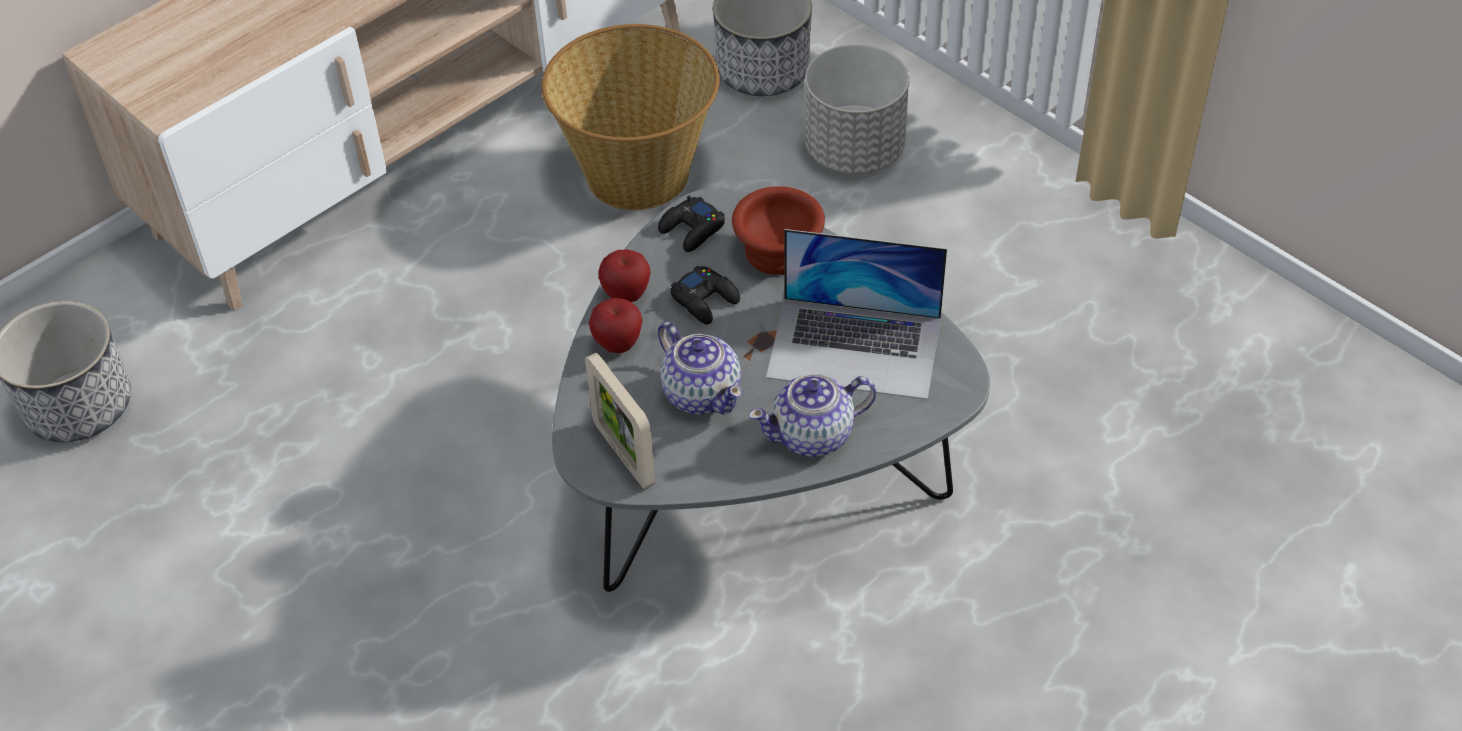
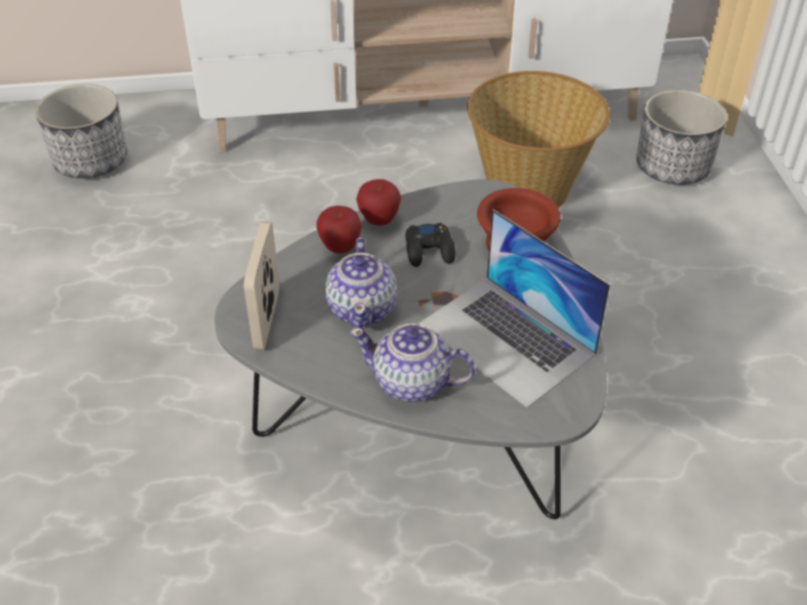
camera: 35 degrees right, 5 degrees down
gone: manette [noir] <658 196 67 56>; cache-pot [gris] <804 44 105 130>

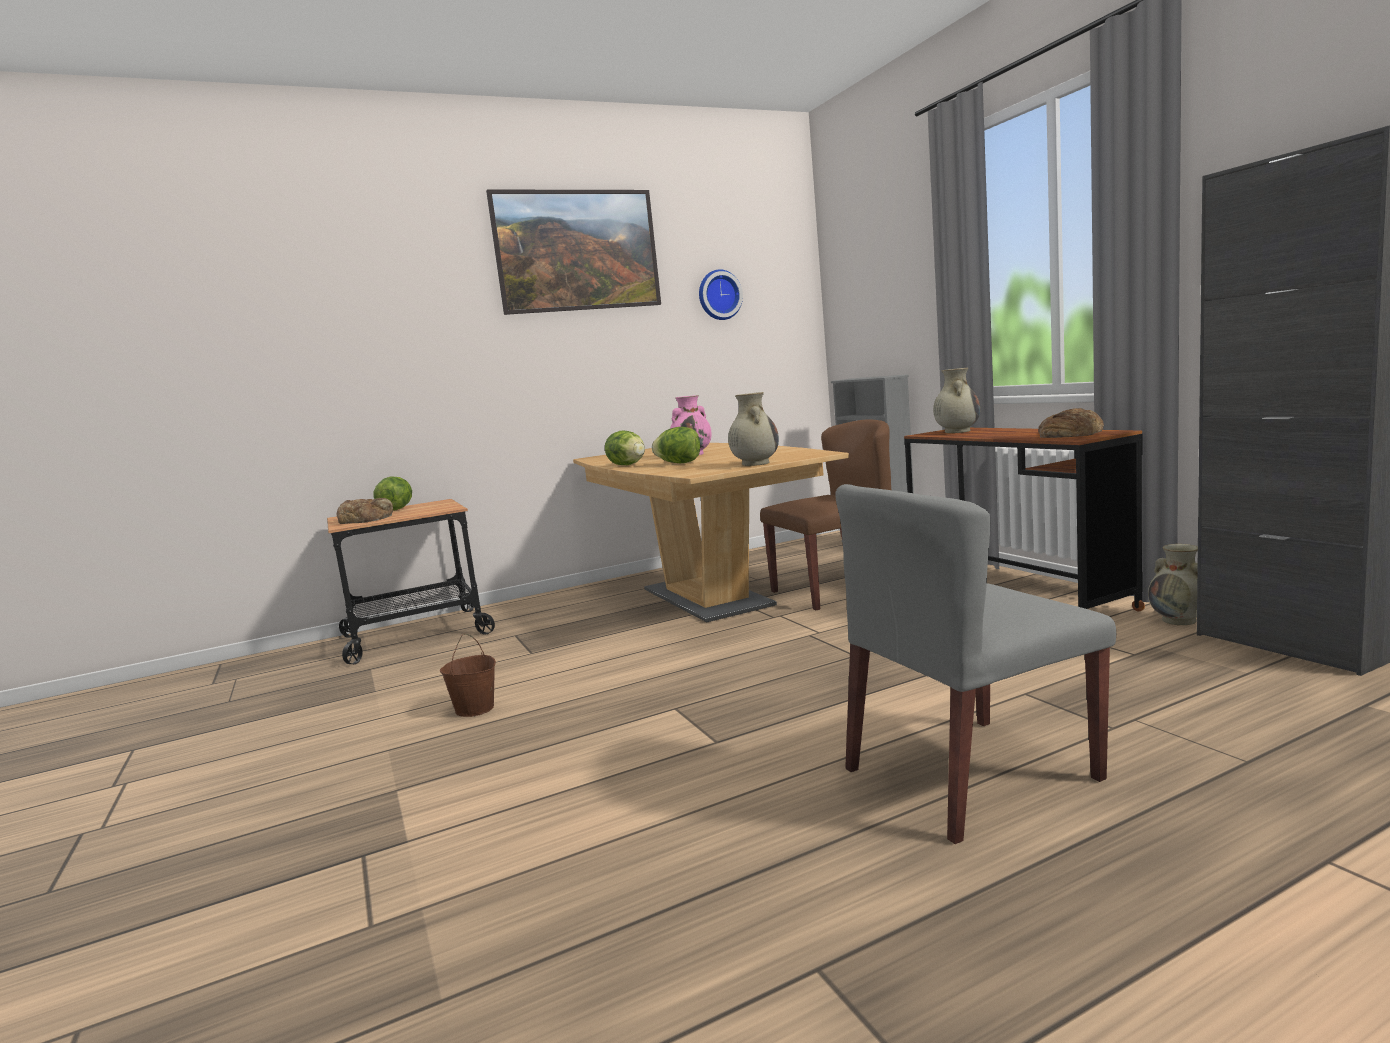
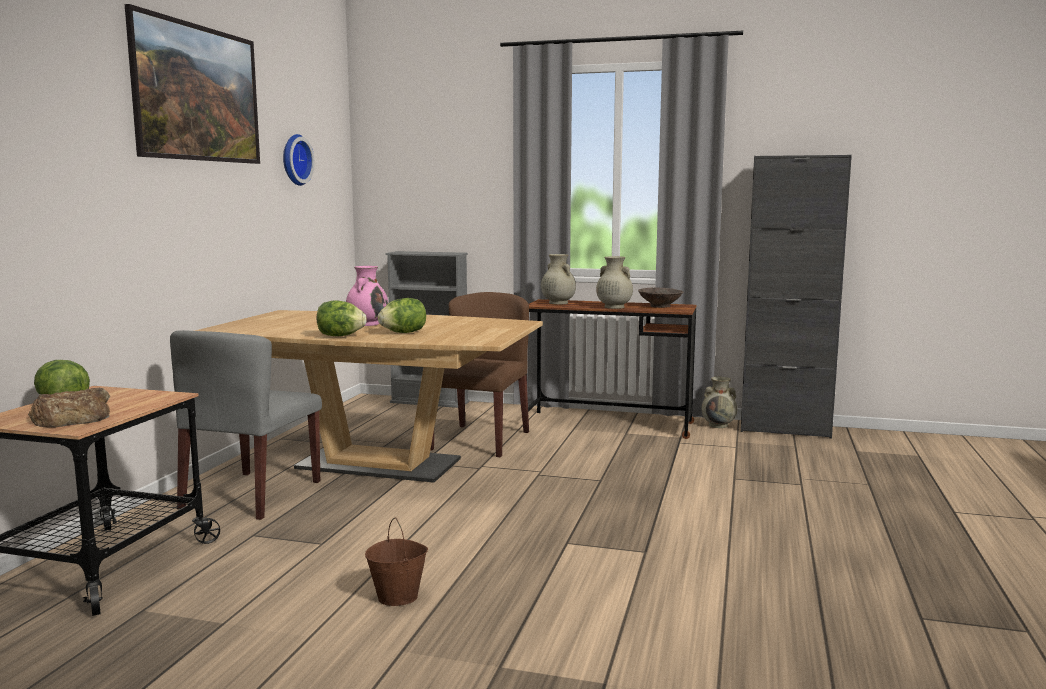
camera: 50 degrees left, 0 degrees up
shifted: vase [beige] <728 392 51 74> to <596 256 37 53>; chaise [gris] <835 484 281 360> to <170 330 152 190>
swapped: pain <1038 408 66 30> to bol [marron] <638 288 46 20>

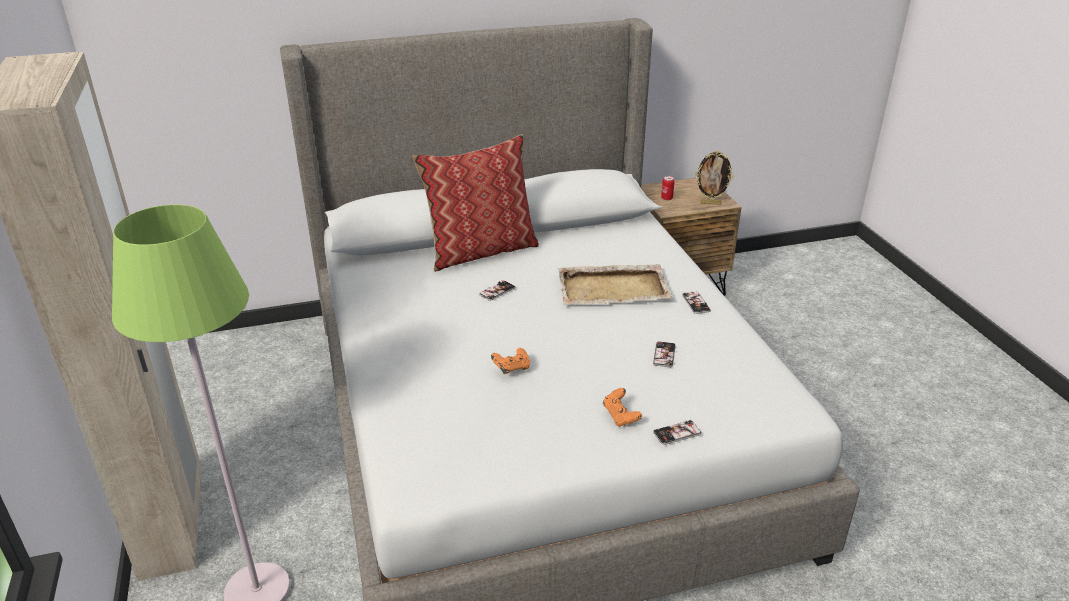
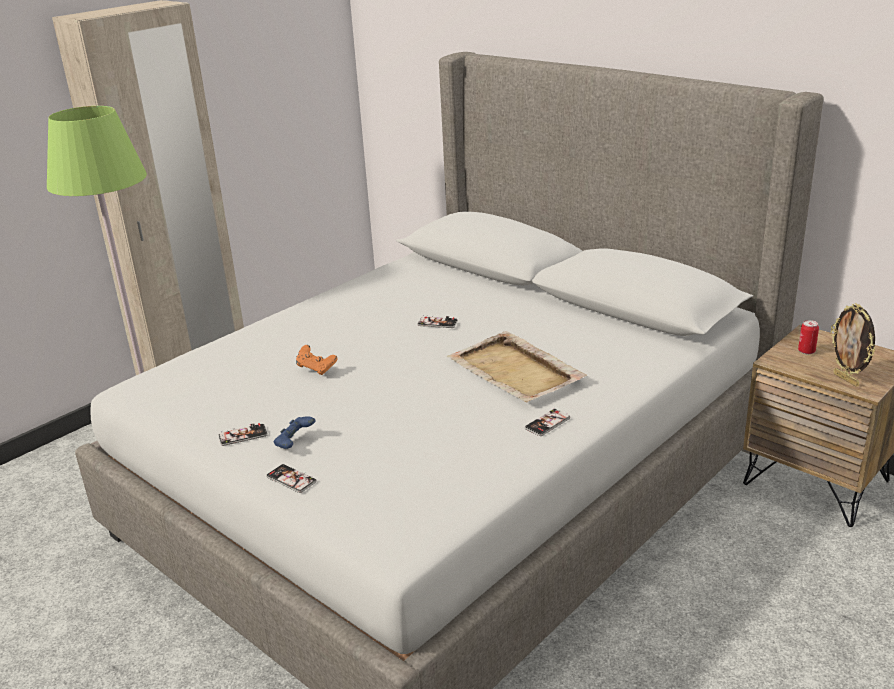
camera: 60 degrees right, 5 degrees down
gone: coussin <412 134 127 138>
shifted: téléphone <653 341 23 26> to <218 423 50 23>
repainted: manette [orange] <603 388 39 39> to manette [bleu] <273 416 43 33>

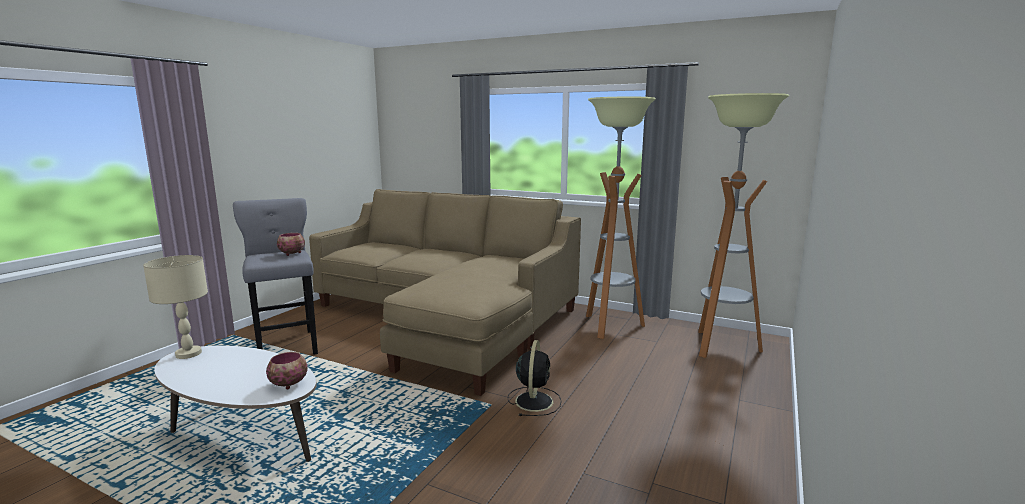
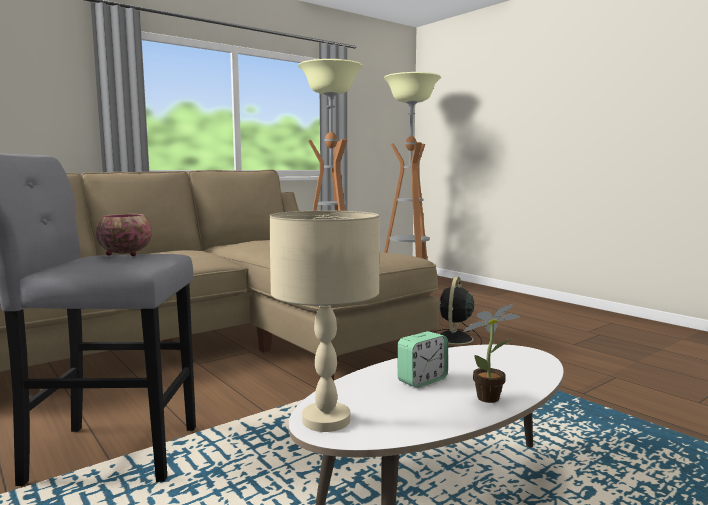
camera: 65 degrees left, 5 degrees down
gone: bol <266 352 42 38>
new: réveil <397 331 51 57>; plante en pot <463 304 57 99>
rotated: ventilateur [noir] <507 340 54 76> = <433 277 49 70> 105 degrees counterclockwise

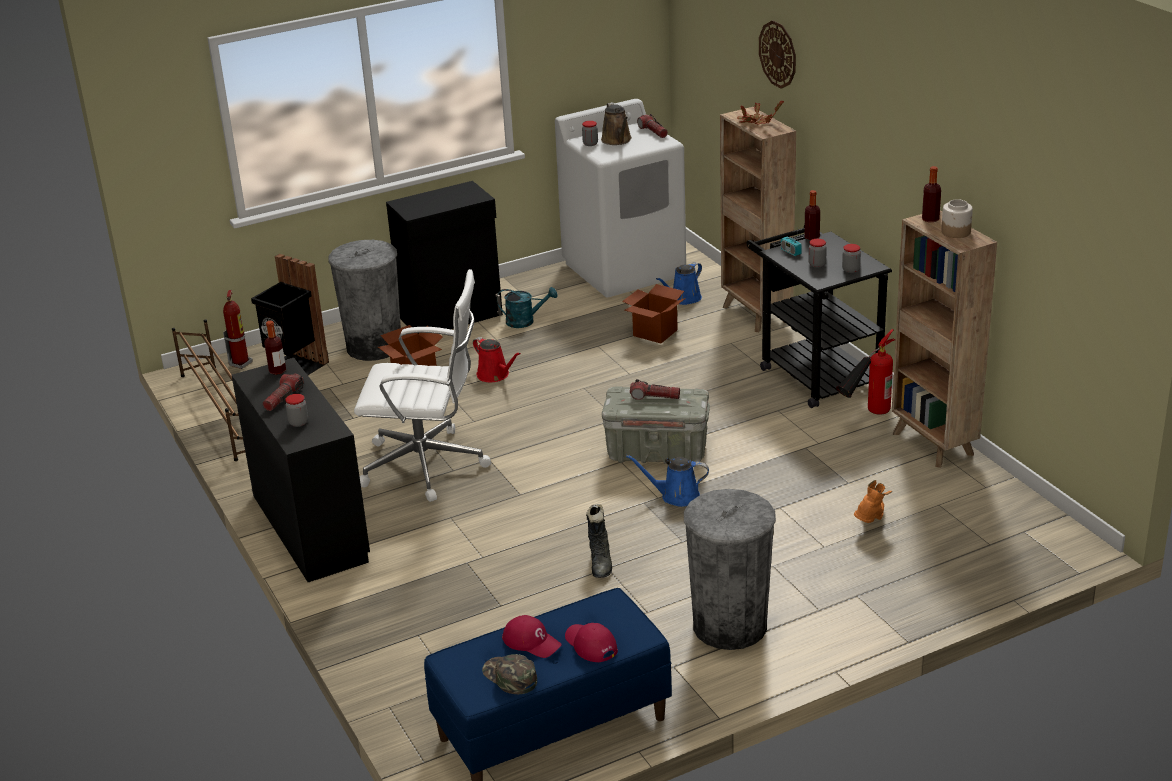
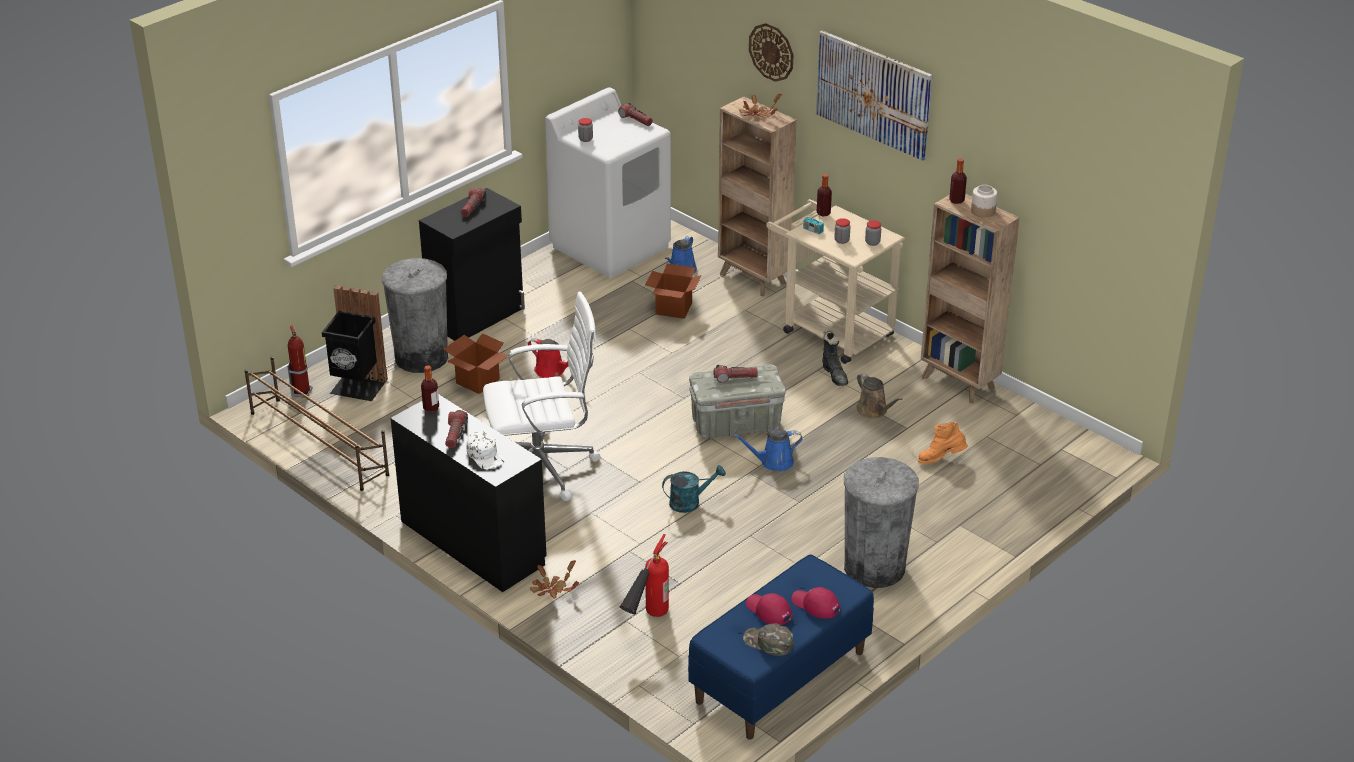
camera: 20 degrees left, 5 degrees up
new: lampe de poche <461 188 25 29>; plante en pot <530 560 49 39>; tableau <816 30 117 131>
shifted: arrosoir [turquoise] <497 287 61 41> to <662 465 64 48>; botte [noir] <586 504 26 74> to <822 331 26 55>; arrosoir [marron] <601 102 31 43> to <856 373 46 45>; extincteur <836 329 59 86> to <619 534 50 83>
swapped: bocal <285 394 23 33> to casquette [blanc] <466 431 38 38>
repainted: chariot [noir] <746 225 146 183> to chariot [beige] <766 199 139 165>
rotated: casquette [rouge] <502 615 60 43> = <746 593 47 32> 150 degrees counterclockwise; botte [orange] <854 480 38 43> = <918 422 50 42> 105 degrees counterclockwise

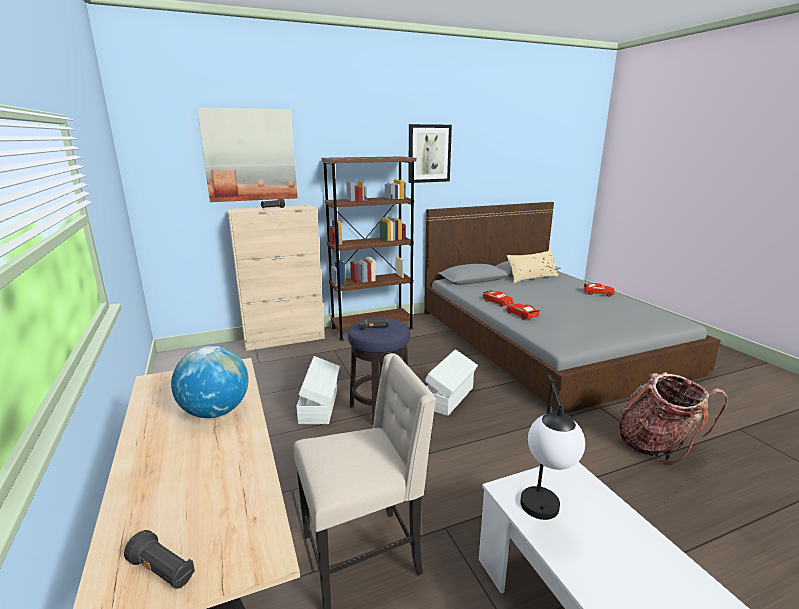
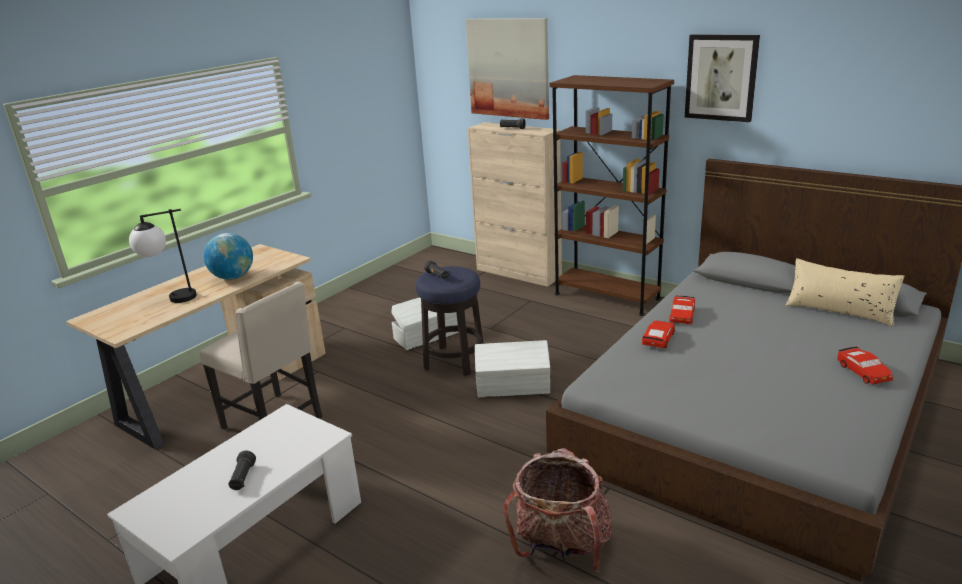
camera: 60 degrees right, 5 degrees up
shifted: lampe de poche [noir] <124 530 71 59> to <229 451 27 39>; lampe de table <520 374 65 146> to <129 209 68 94>

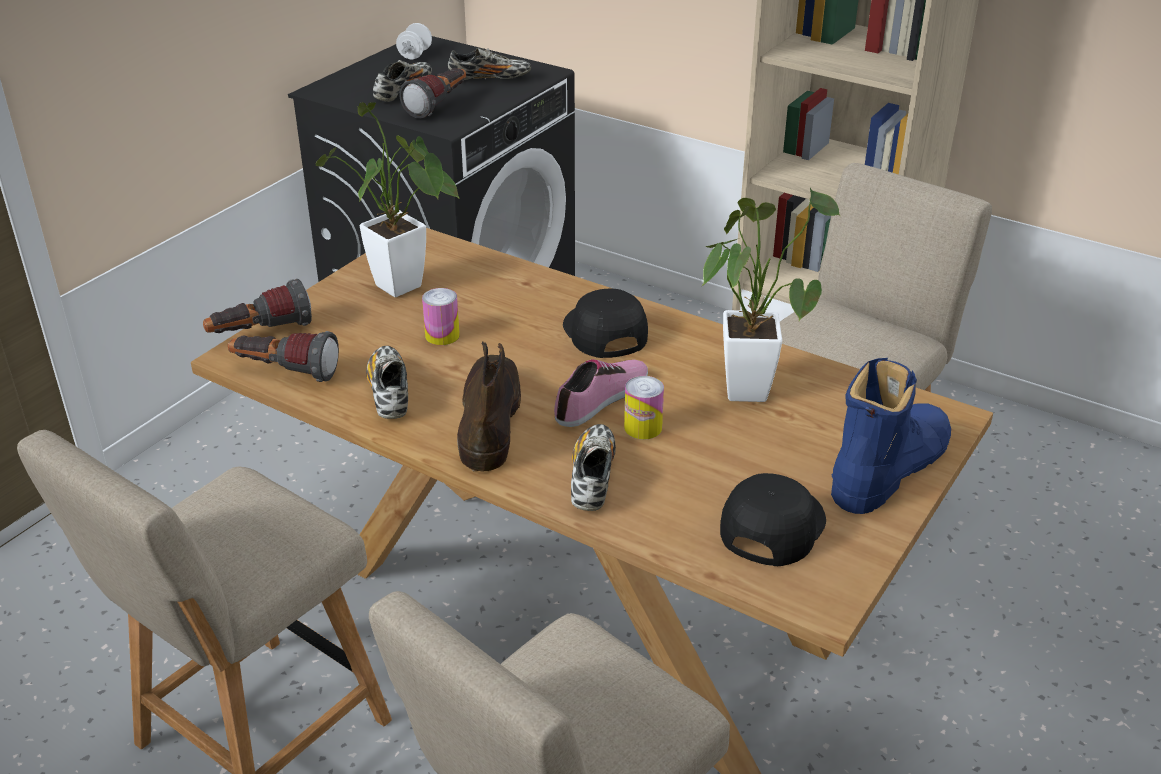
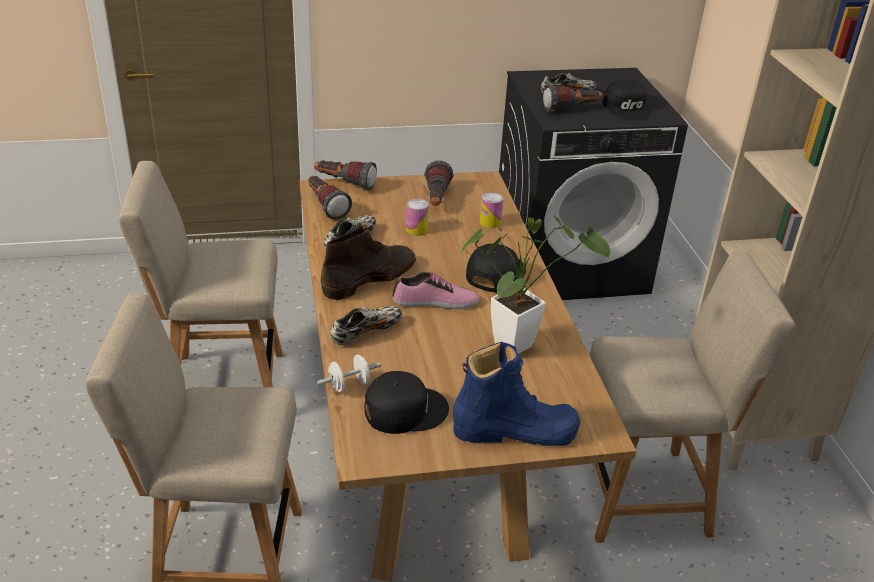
camera: 45 degrees right, 0 degrees up
shifted: haltère [blanc] <396 23 36 36> to <317 355 64 37>; boîte métallique <624 376 40 64> to <480 192 24 36>
swapped: plante en pot <315 102 145 195> to lampe de poche <424 161 30 45>; chaussure <448 48 83 32> to casquette [noir] <602 79 49 41>

